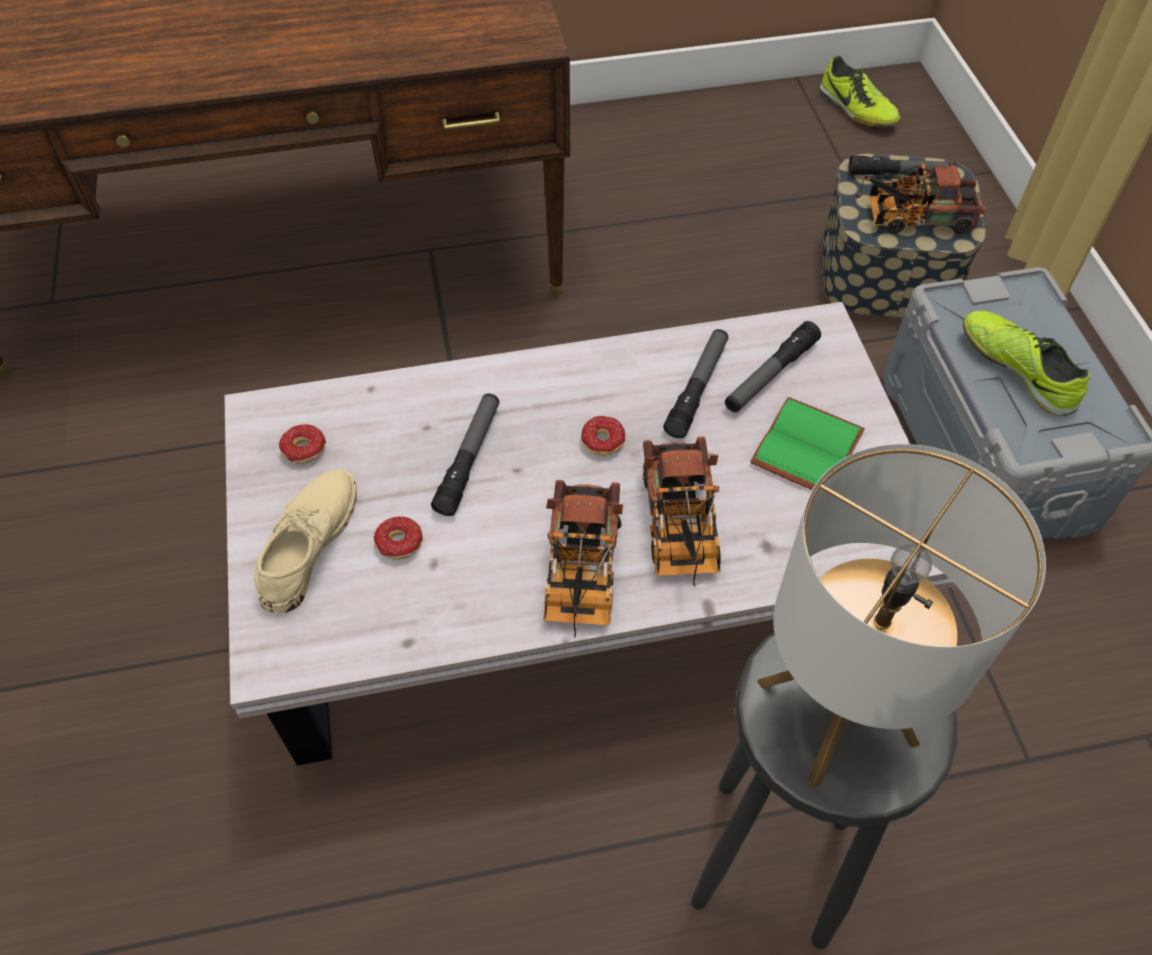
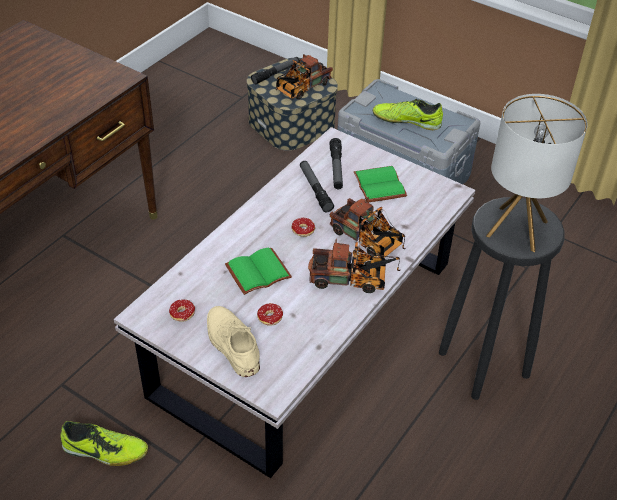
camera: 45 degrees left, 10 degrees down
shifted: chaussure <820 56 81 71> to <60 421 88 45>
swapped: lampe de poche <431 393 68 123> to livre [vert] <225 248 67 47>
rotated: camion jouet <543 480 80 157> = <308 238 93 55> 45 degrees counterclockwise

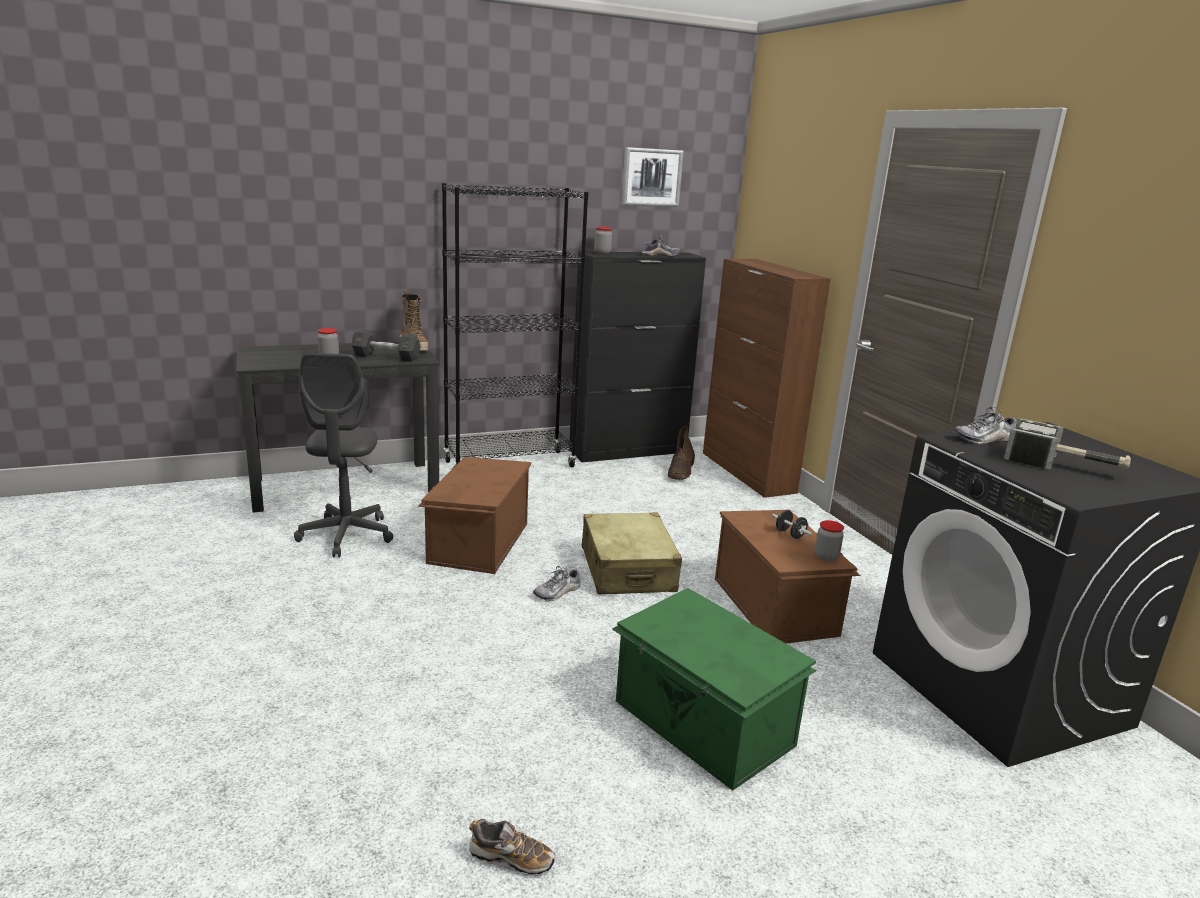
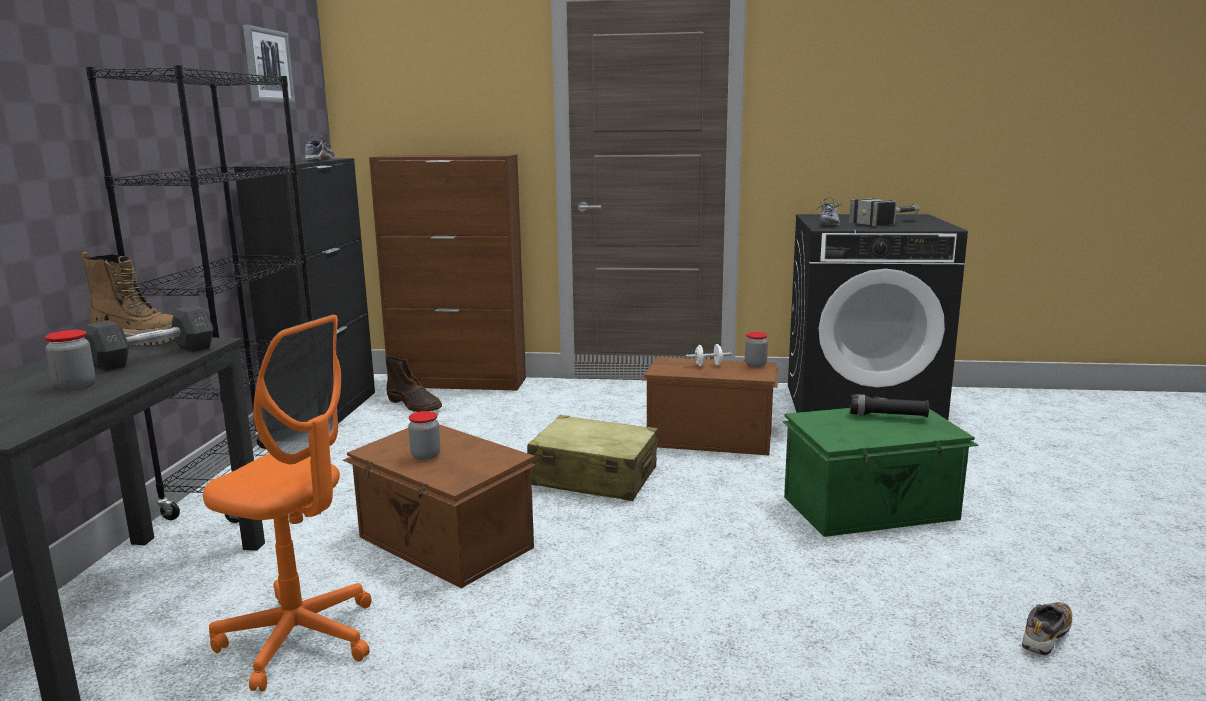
camera: 60 degrees left, 5 degrees down
gone: chaussure <533 566 48 35>
new: lampe de poche [noir] <850 394 79 23>
shifted: bocal <594 227 18 27> to <408 411 32 49>
repainted: chaise de bureau [gris] <294 353 99 204> to chaise de bureau [orange] <203 315 169 377>; haltère [noir] <772 510 40 29> to haltère [blanc] <686 344 46 22>

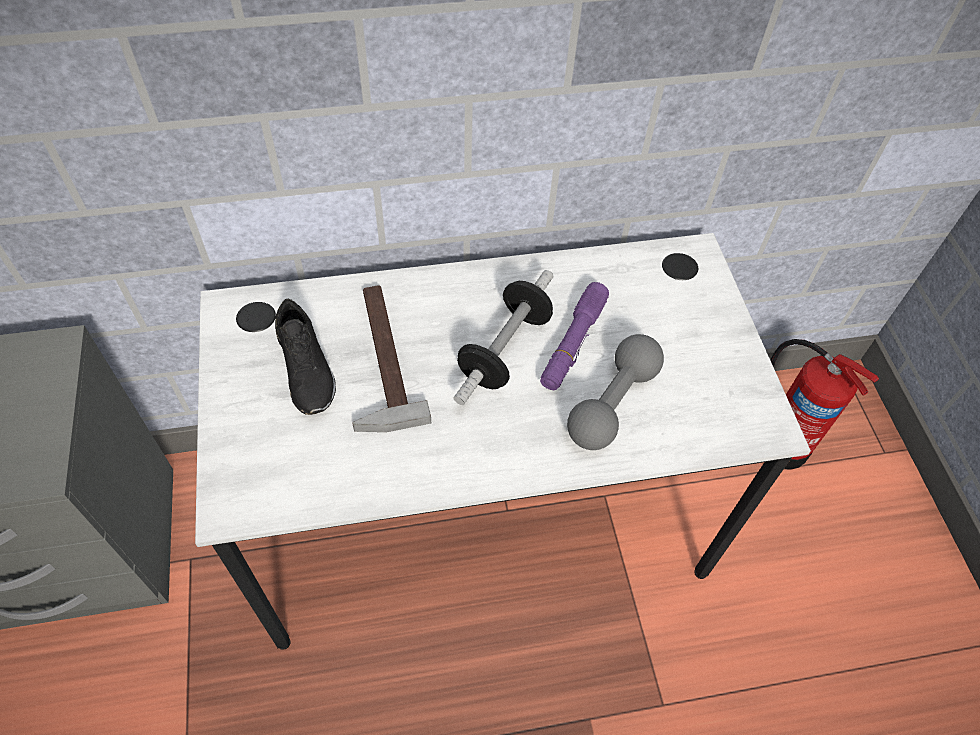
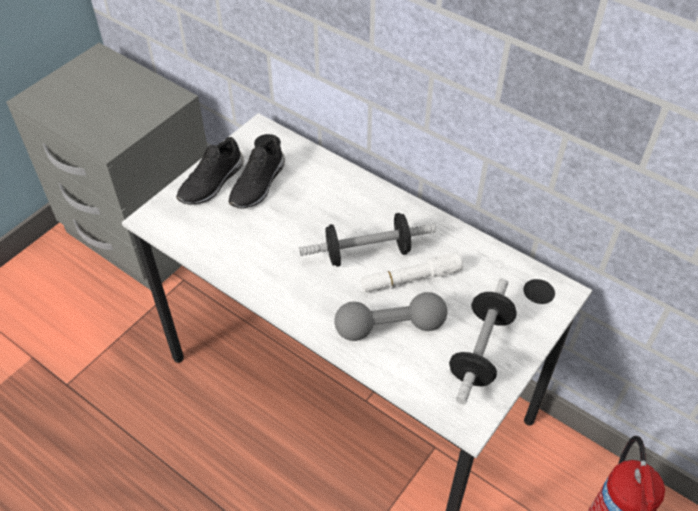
camera: 50 degrees right, 5 degrees down
gone: marteau <352 285 79 147>
new: chaussure [noir] <176 137 68 68>; haltère <449 279 68 125>
repainted: lampe de poche [violet] <540 282 69 108> to lampe de poche [blanc] <361 253 102 40>

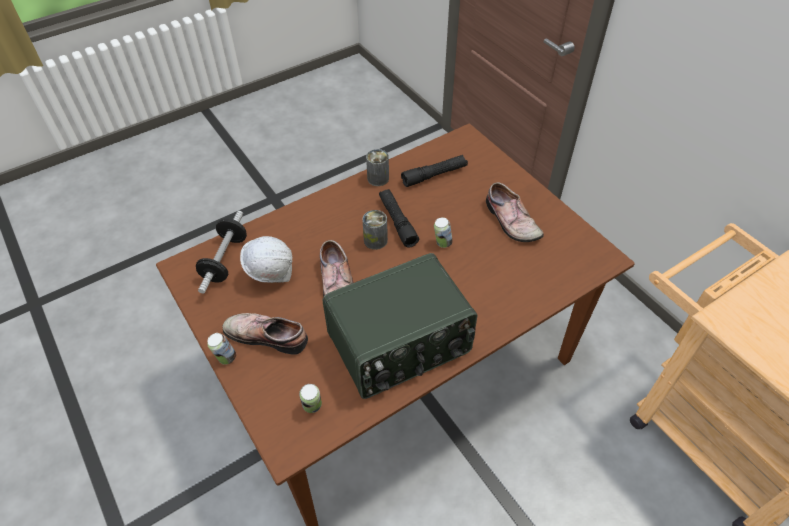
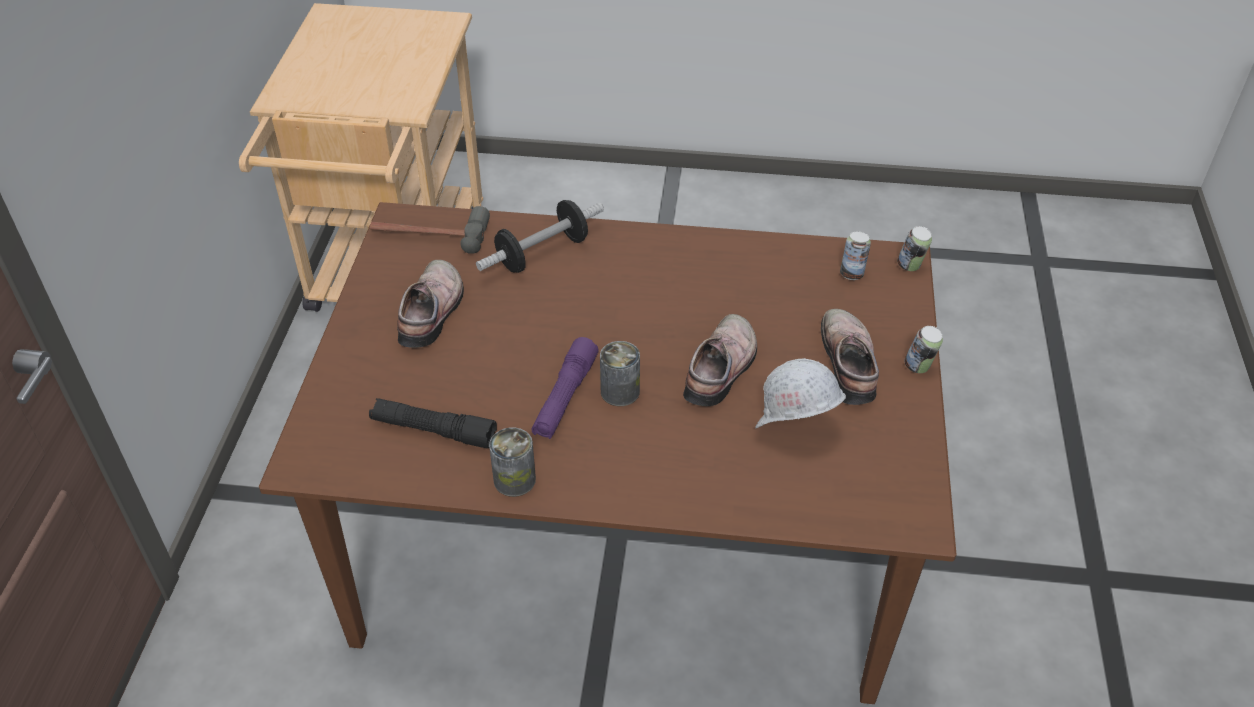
camera: 140 degrees left, 5 degrees down
gone: radio <323 253 154 146>
new: marteau <370 206 120 48>
shifted: haltère <196 211 51 83> to <476 200 128 73>; boîte métallique <434 218 19 30> to <897 226 35 45>
repainted: lampe de poche [noir] <379 189 40 59> to lampe de poche [violet] <531 337 68 102>
rotated: chaussure <223 313 85 42> = <821 309 58 96> 150 degrees counterclockwise

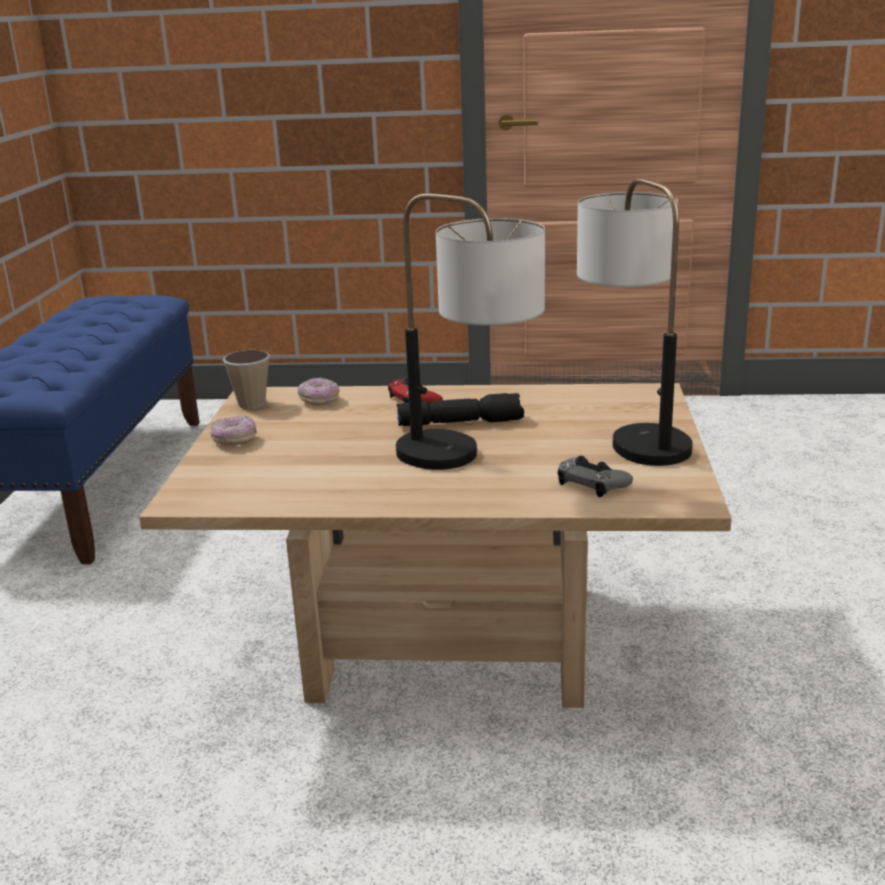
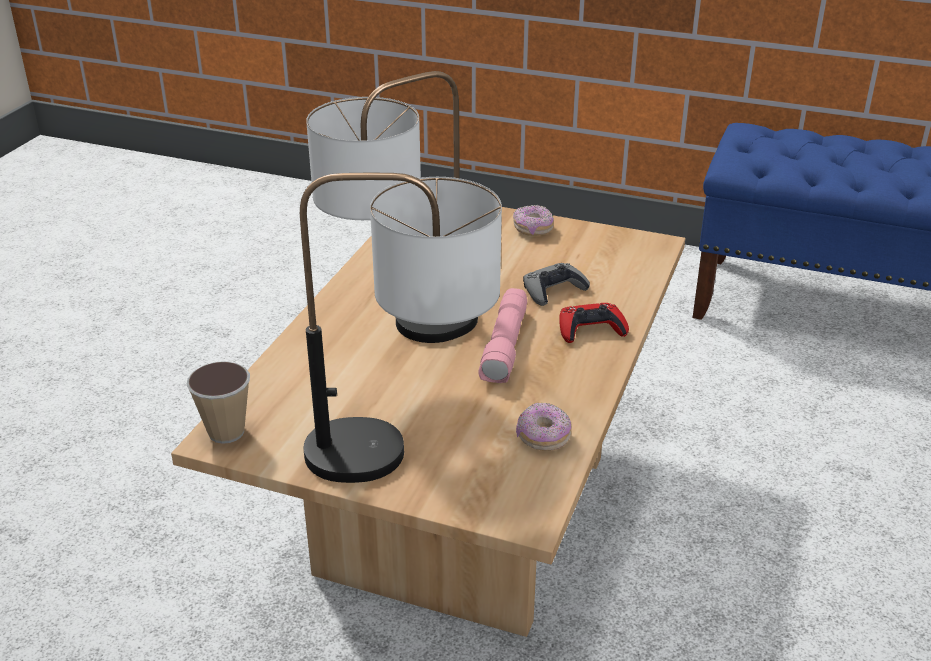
camera: 105 degrees right, 10 degrees up
shifted: tasse <223 350 47 59> to <187 361 63 83>; beignet <298 377 42 29> to <516 402 56 49>; manette [gris] <558 456 75 41> to <523 263 67 43>
repainted: lampe de poche [noir] <397 393 127 33> to lampe de poche [rose] <478 288 49 95>

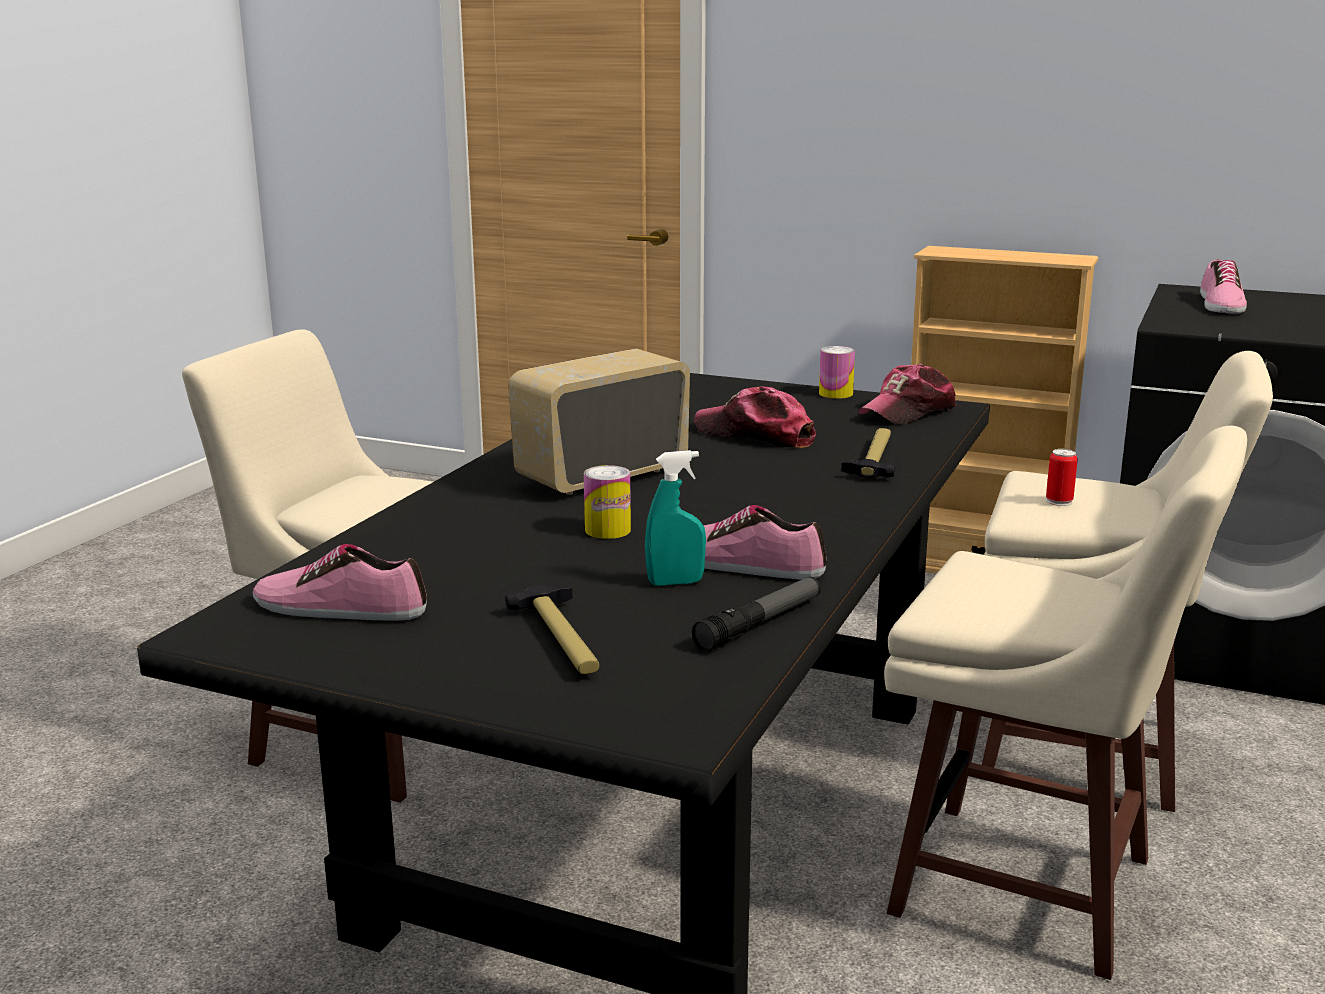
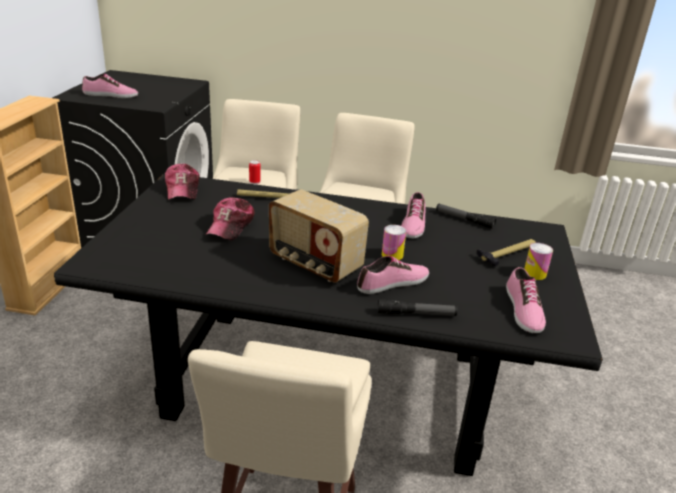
camera: 105 degrees left, 10 degrees up
gone: vaporisateur [turquoise] <645 450 61 136>
new: chaussure <357 256 72 38>; lampe de poche <378 299 80 17>
shifted: boîte métallique <819 346 36 53> to <524 243 29 37>
rotated: casquette <858 364 98 61> = <165 164 35 36> 45 degrees clockwise

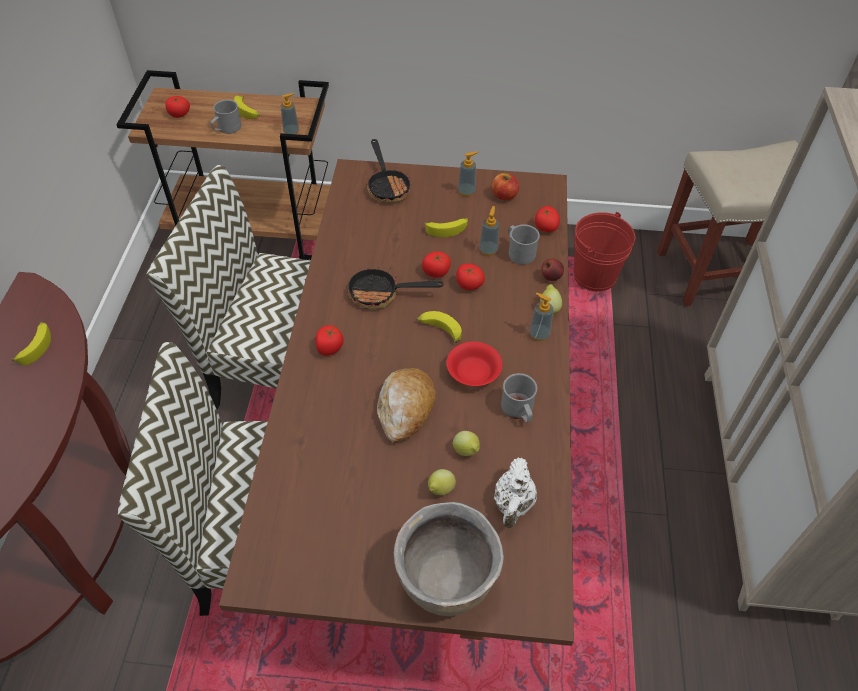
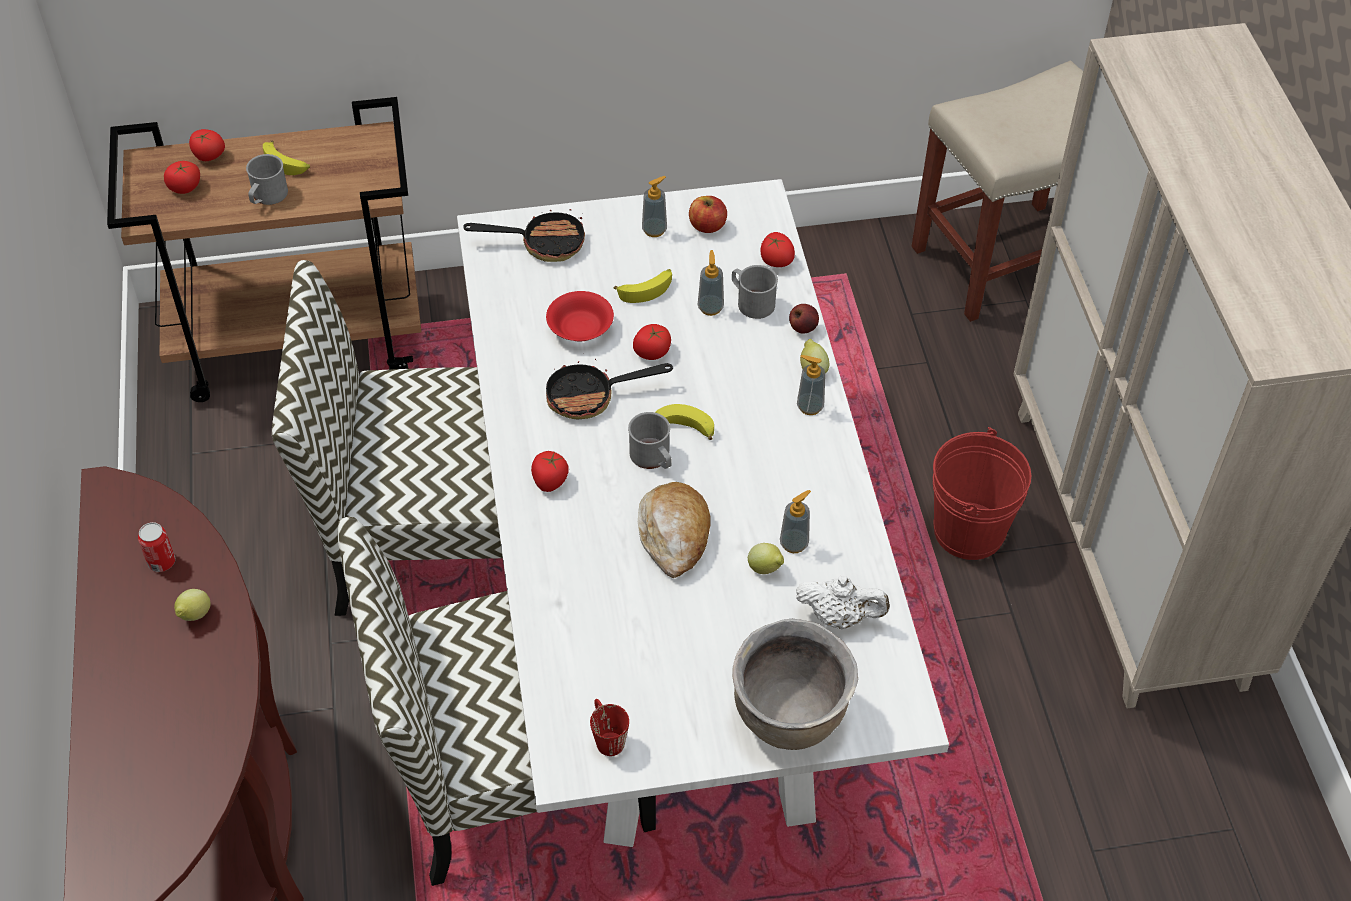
camera: 15 degrees left, 0 degrees up
new: mug [rouge] <590 699 39 57>
shifted: distributeur de savon <281 93 18 41> to <780 490 31 63>; citron <428 469 28 26> to <174 589 36 32>; bol [rouge] <447 342 56 44> to <546 291 68 51>; tomate <456 264 29 26> to <189 129 36 32>; mug [gris] <501 373 36 49> to <628 412 44 57>; seau [rouge] <573 212 62 79> to <933 427 99 133>
swapped: banane <11 322 40 43> to boîte métallique <138 522 37 50>
repainted: table à manger [marron] <219 159 355 487> to table à manger [blanc] <457 179 492 668>
rotated: poêle <367 139 45 64> = <463 209 122 53> 60 degrees counterclockwise; théière [blanc] <494 457 43 71> = <796 576 94 53> 75 degrees counterclockwise

